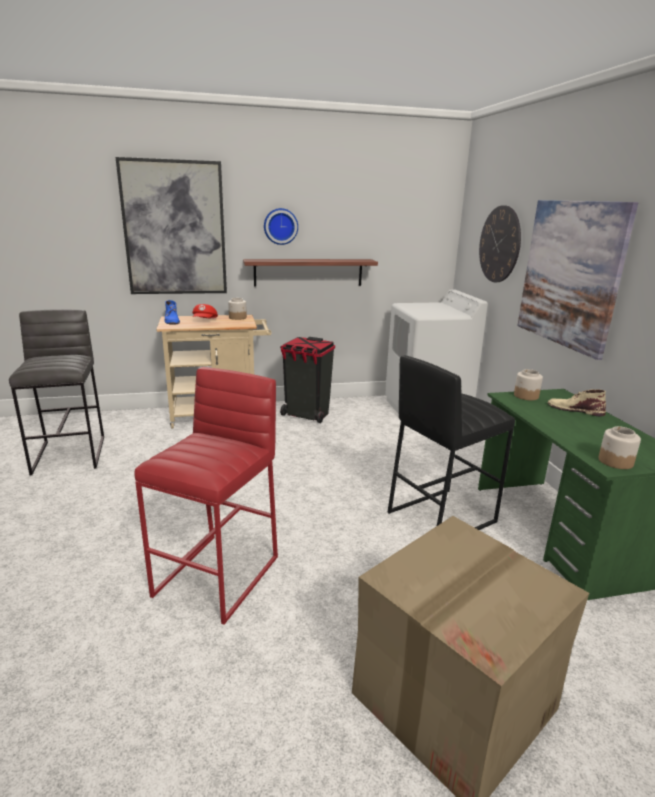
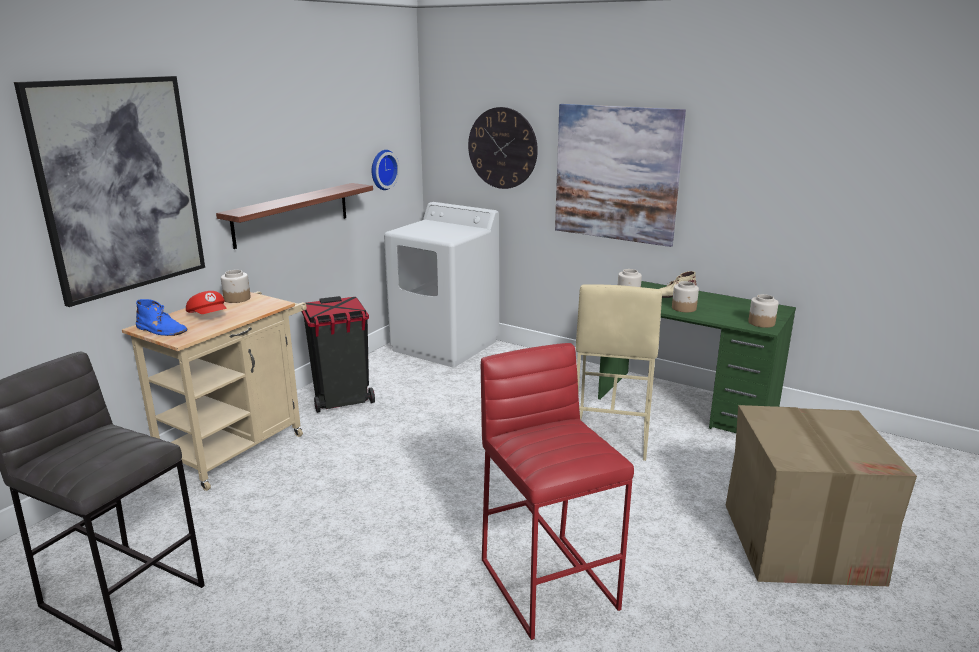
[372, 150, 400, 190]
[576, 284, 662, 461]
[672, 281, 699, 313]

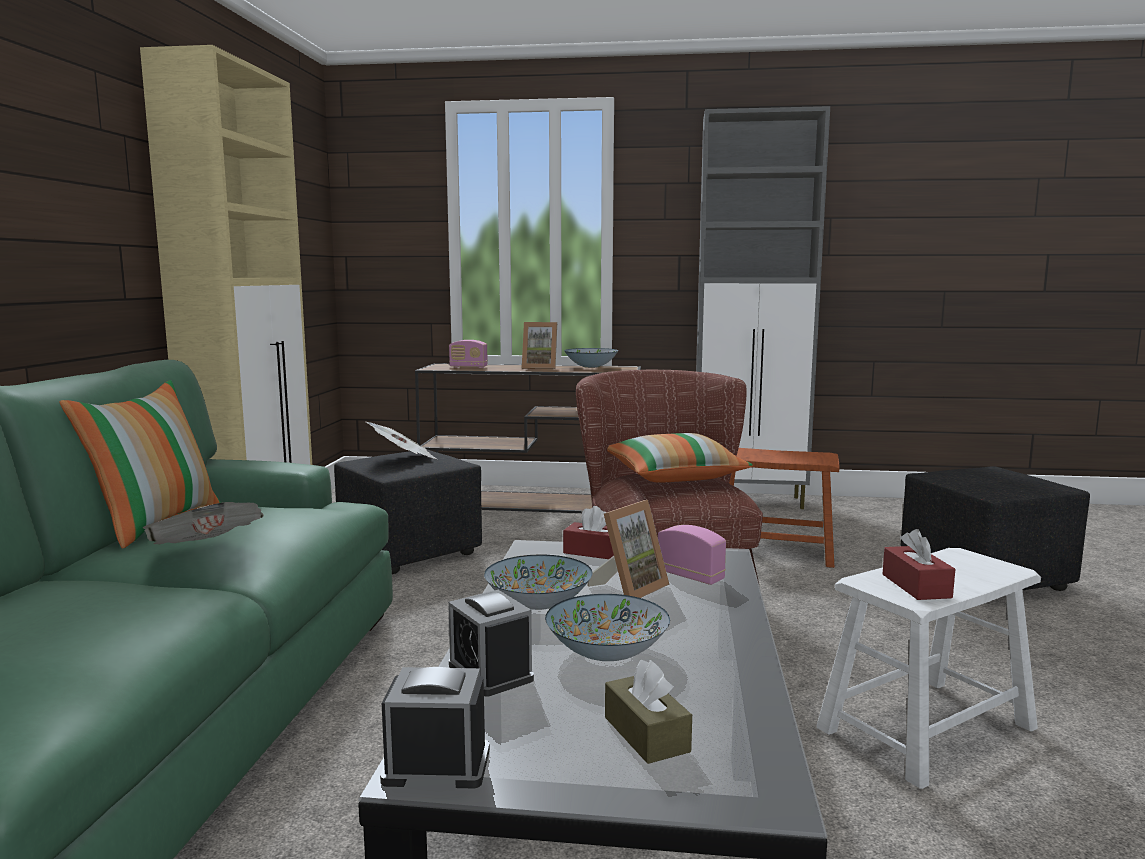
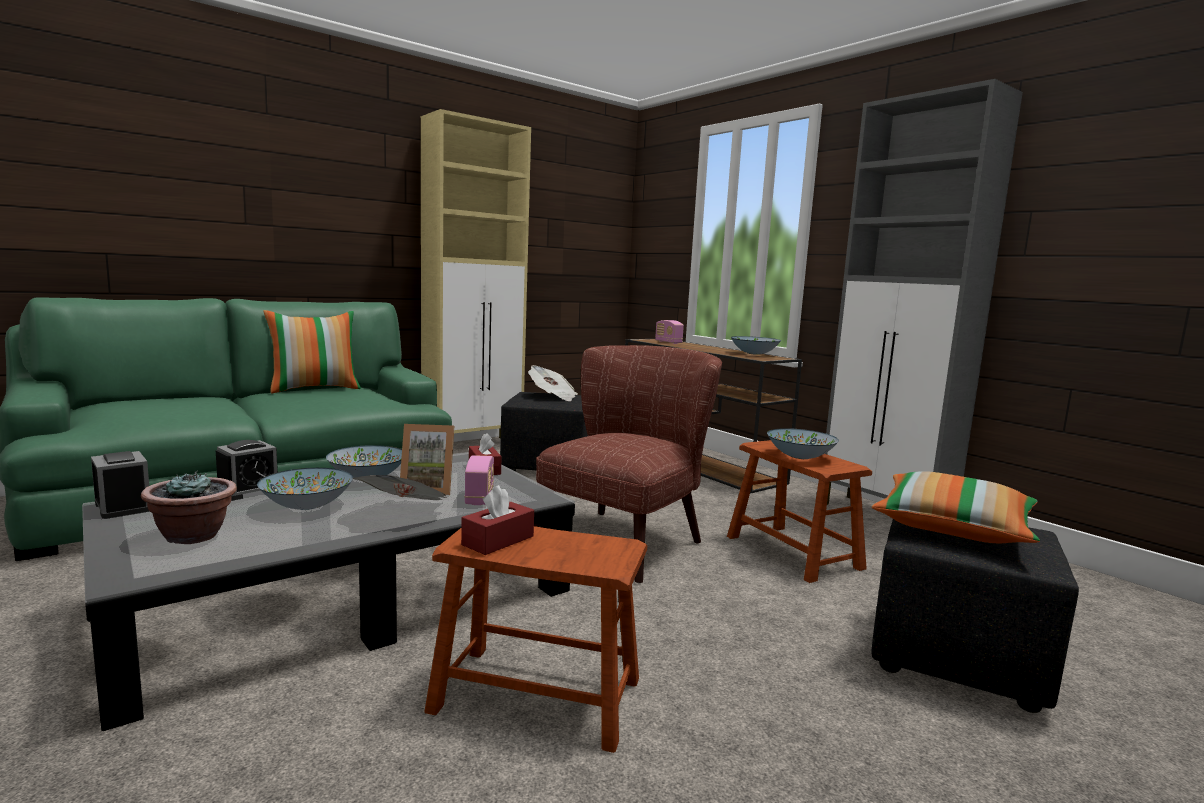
[141, 470, 237, 544]
[216, 440, 278, 501]
[353, 475, 446, 500]
[424, 526, 647, 753]
[767, 428, 839, 459]
[872, 471, 1040, 543]
[522, 322, 557, 369] (first image)

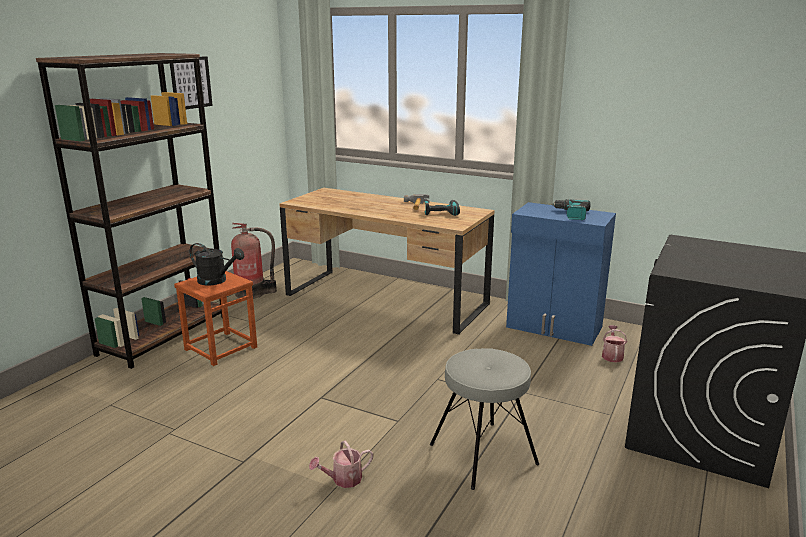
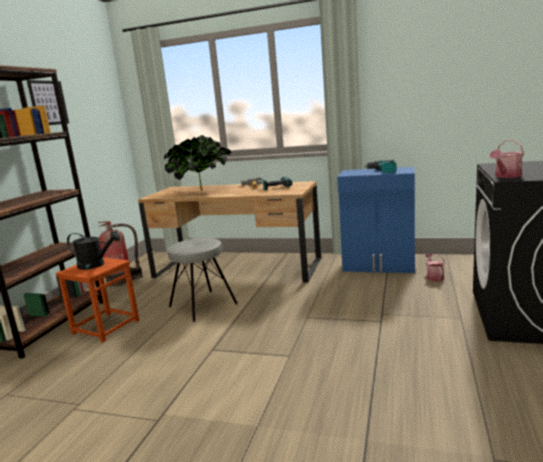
[164, 135, 232, 191]
[168, 238, 238, 322]
[490, 140, 524, 178]

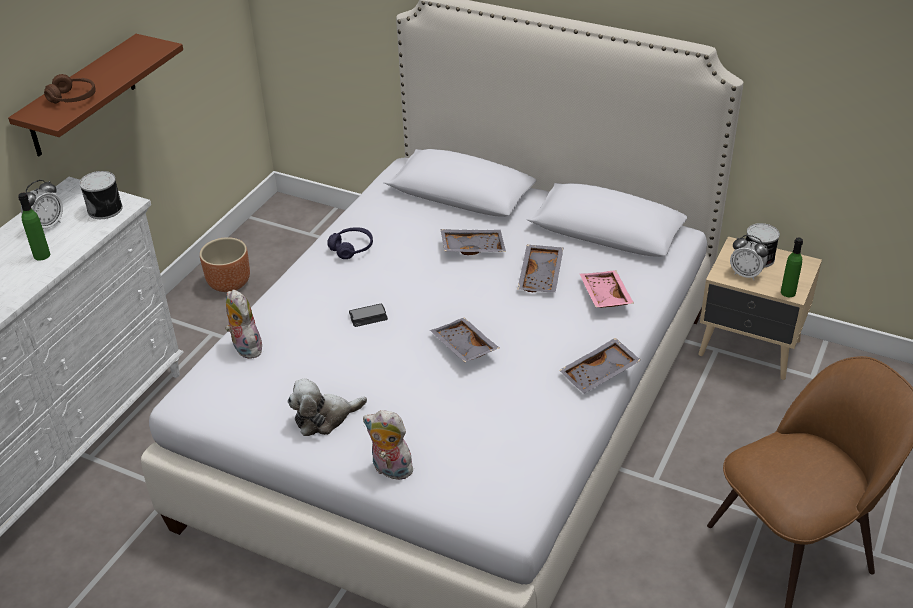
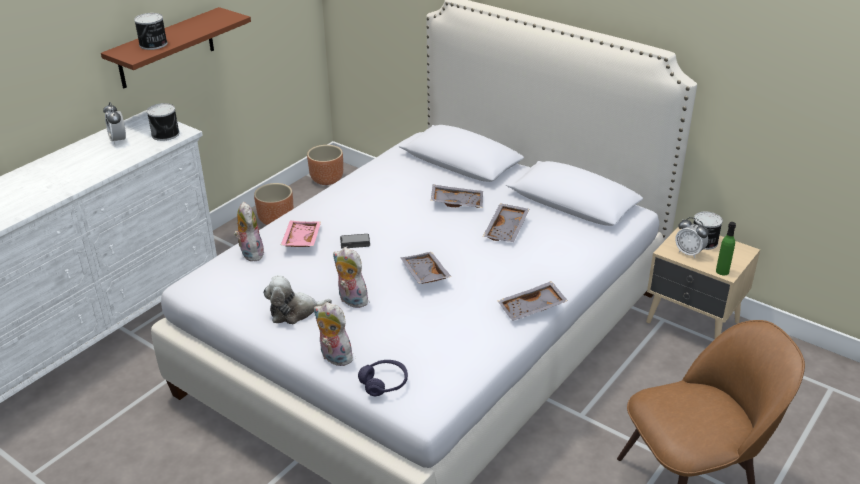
[103, 102, 126, 145]
[134, 13, 167, 50]
[281, 221, 321, 247]
[307, 145, 343, 185]
[333, 247, 369, 308]
[358, 360, 408, 396]
[18, 193, 50, 261] (first image)

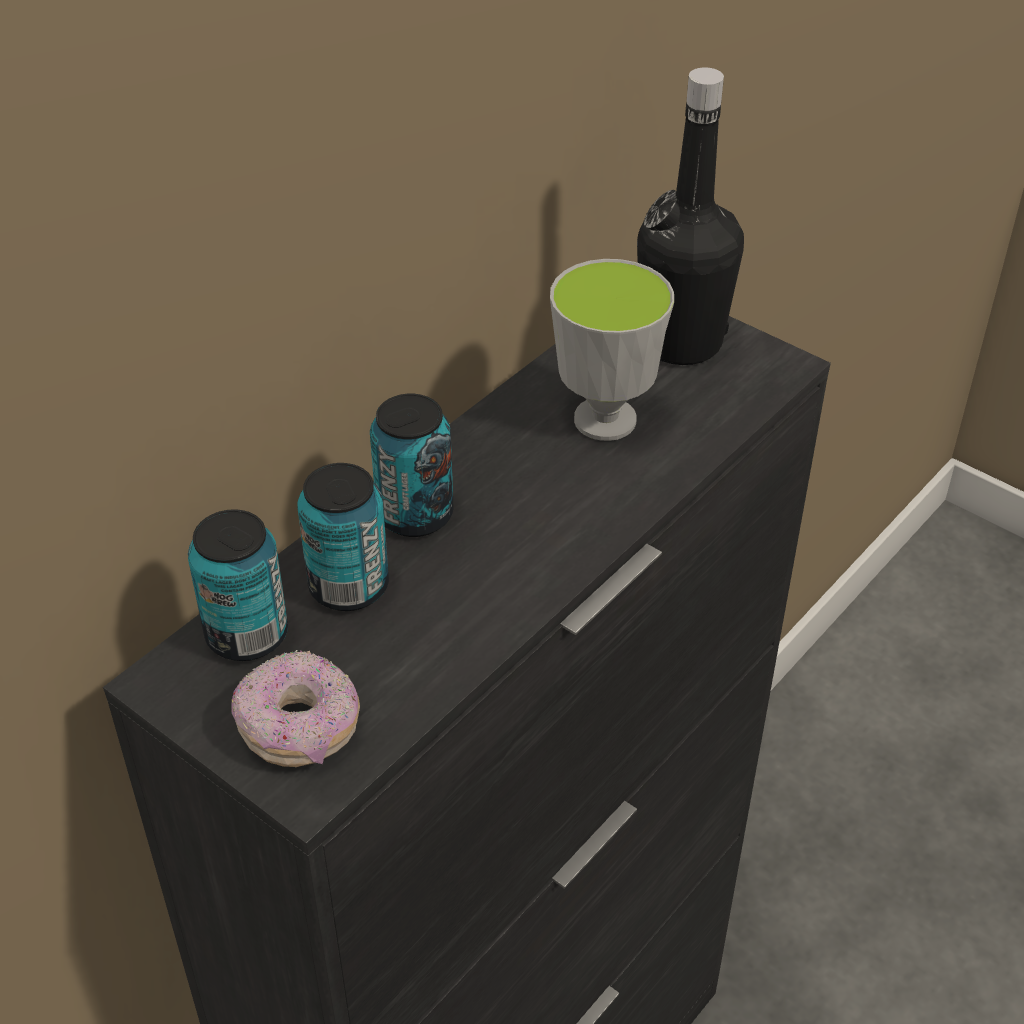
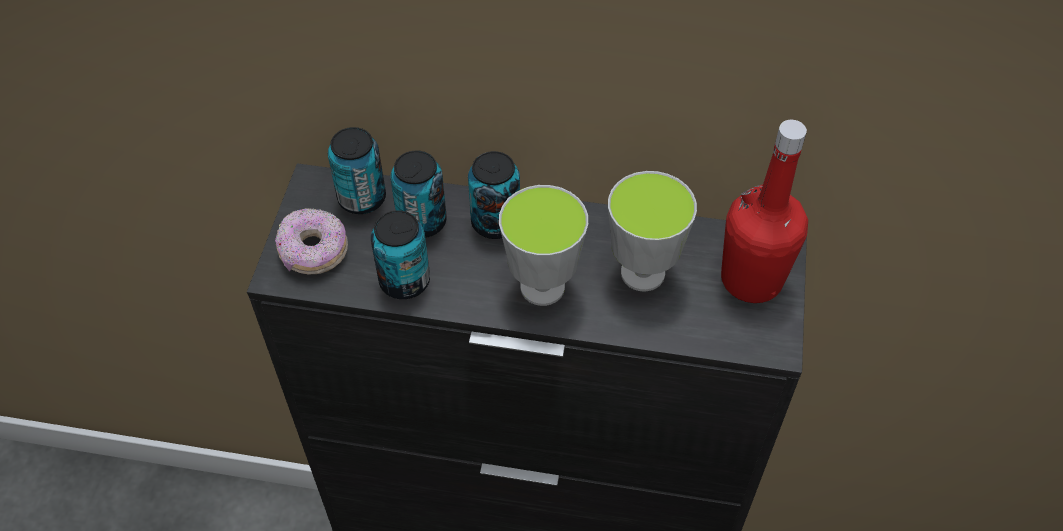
[371, 210, 430, 299]
[499, 185, 588, 306]
[721, 120, 808, 303]

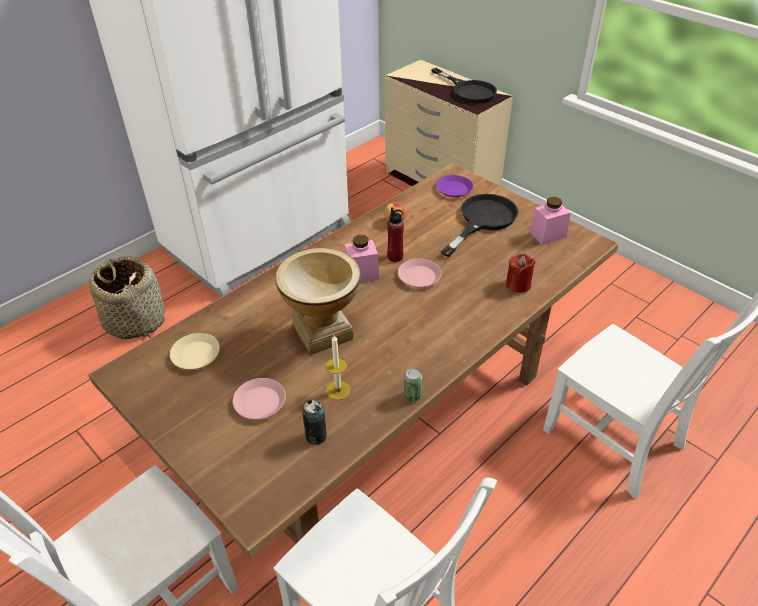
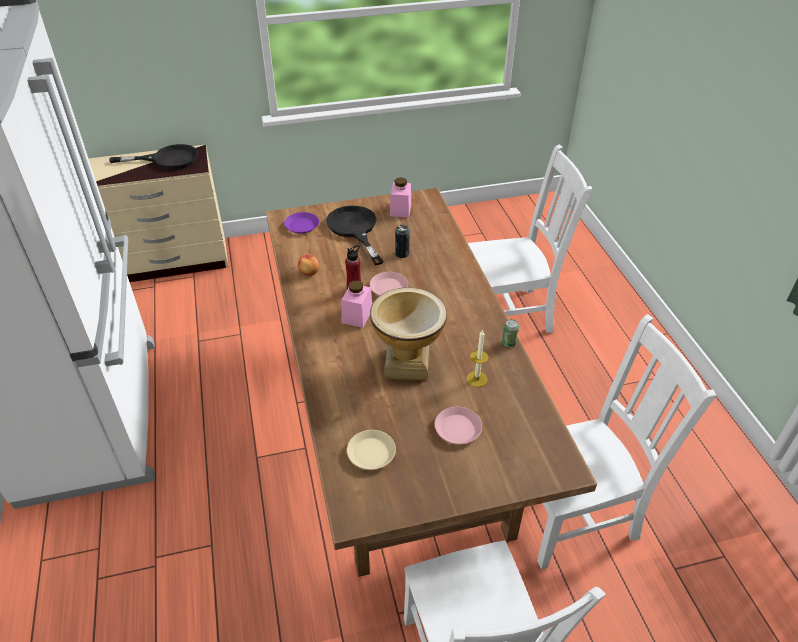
[395, 225, 410, 258]
[89, 256, 165, 339] (first image)
[506, 253, 535, 293] (first image)

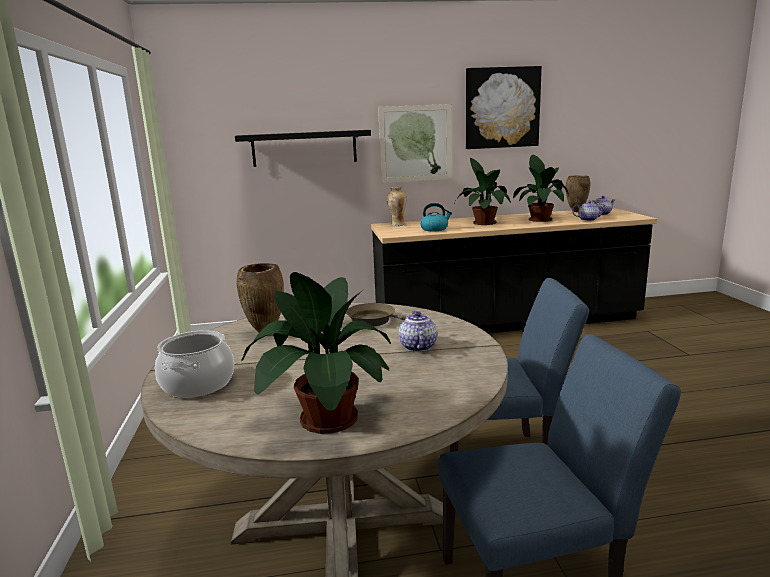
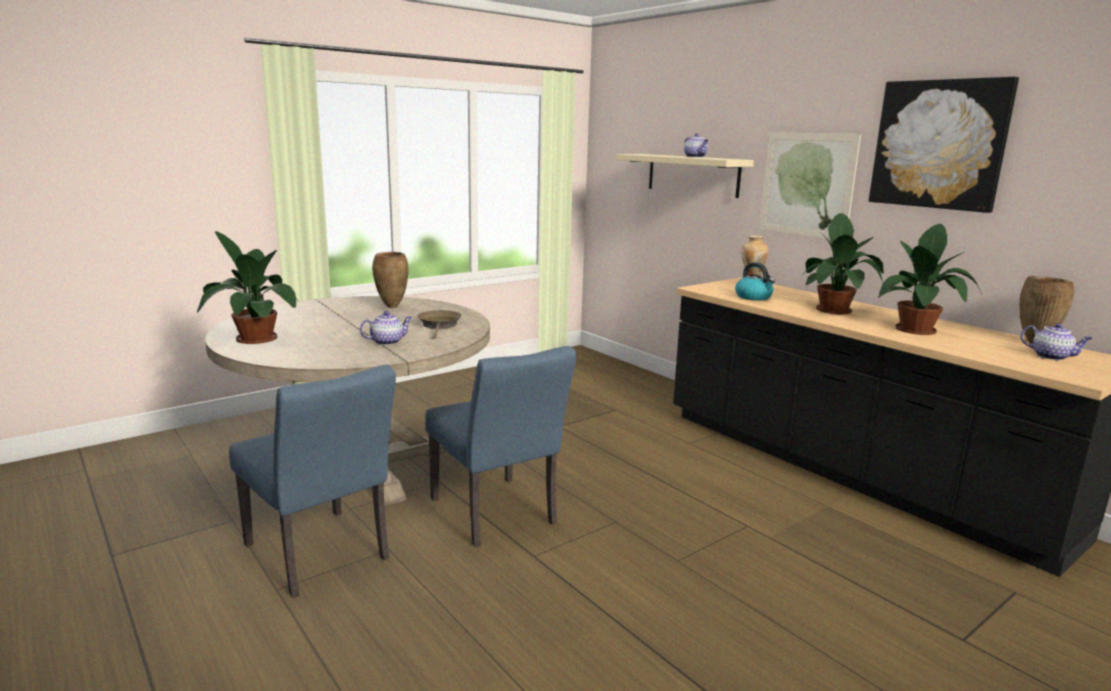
[616, 154, 754, 198]
[684, 133, 708, 158]
[155, 330, 234, 398] (first image)

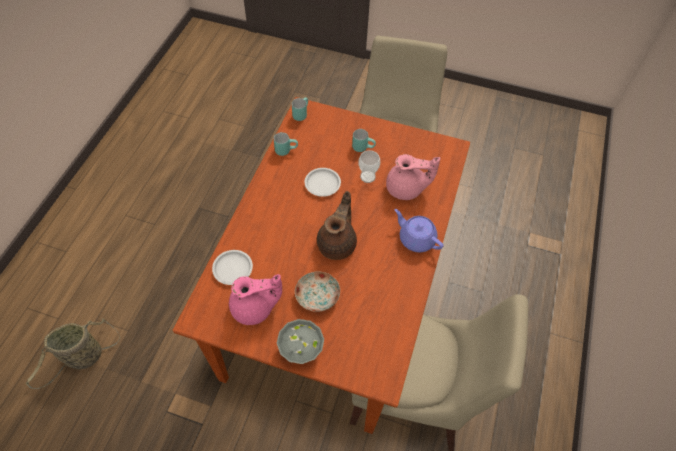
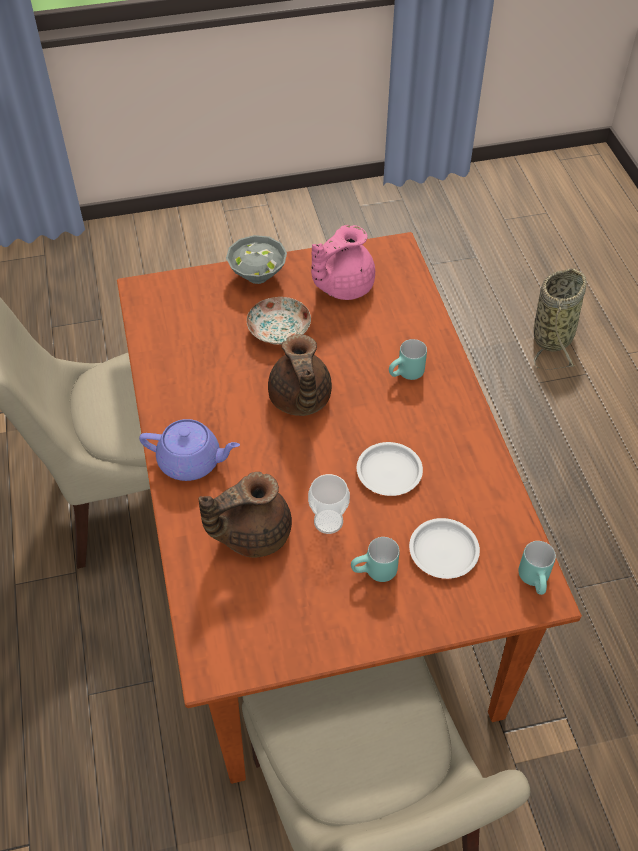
[198, 472, 292, 557]
[389, 339, 427, 380]
[409, 518, 480, 579]

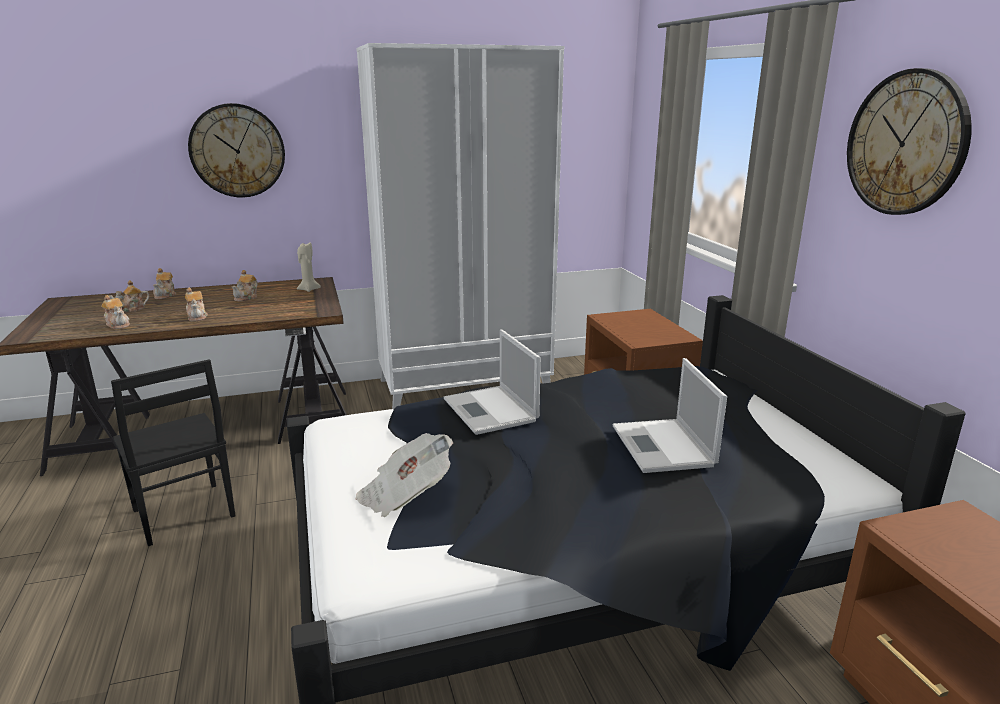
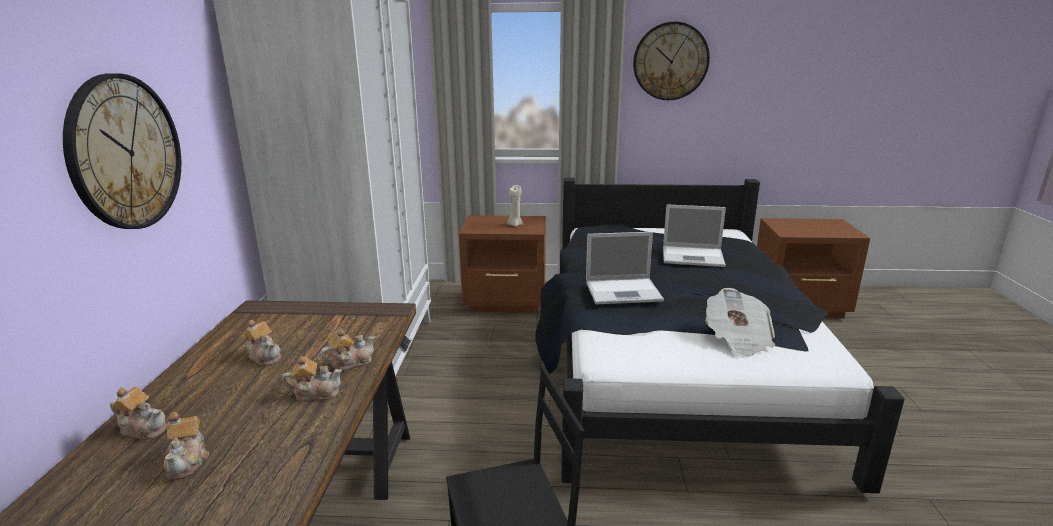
[321, 329, 375, 371]
[507, 185, 523, 227]

